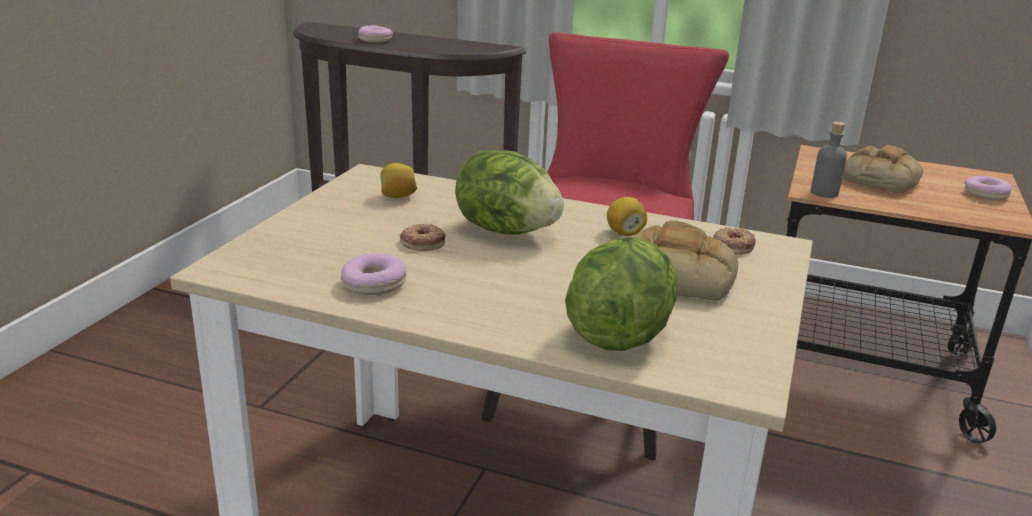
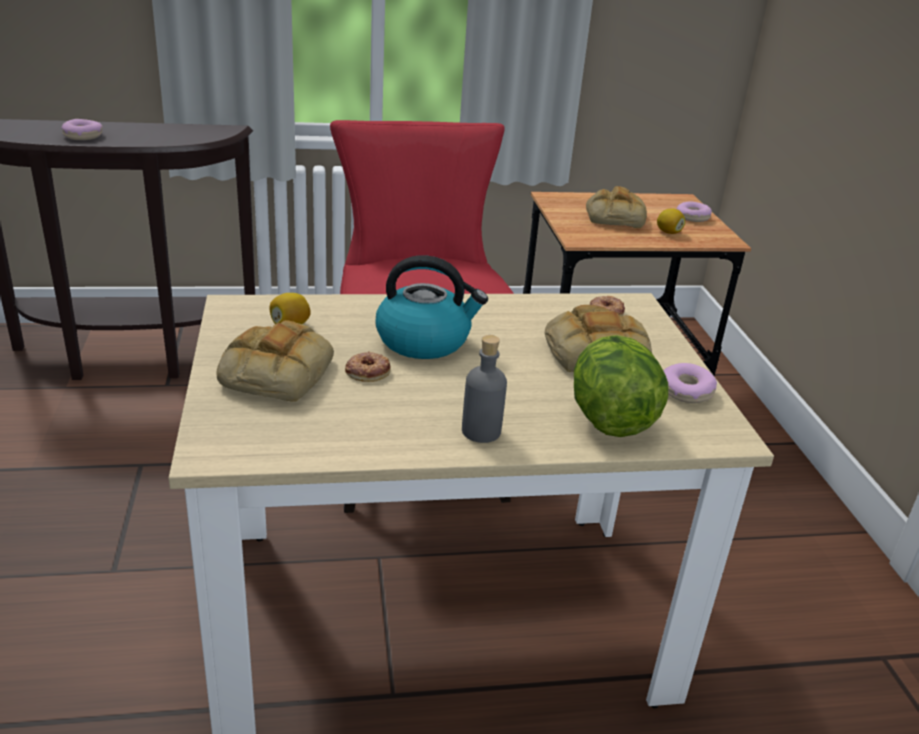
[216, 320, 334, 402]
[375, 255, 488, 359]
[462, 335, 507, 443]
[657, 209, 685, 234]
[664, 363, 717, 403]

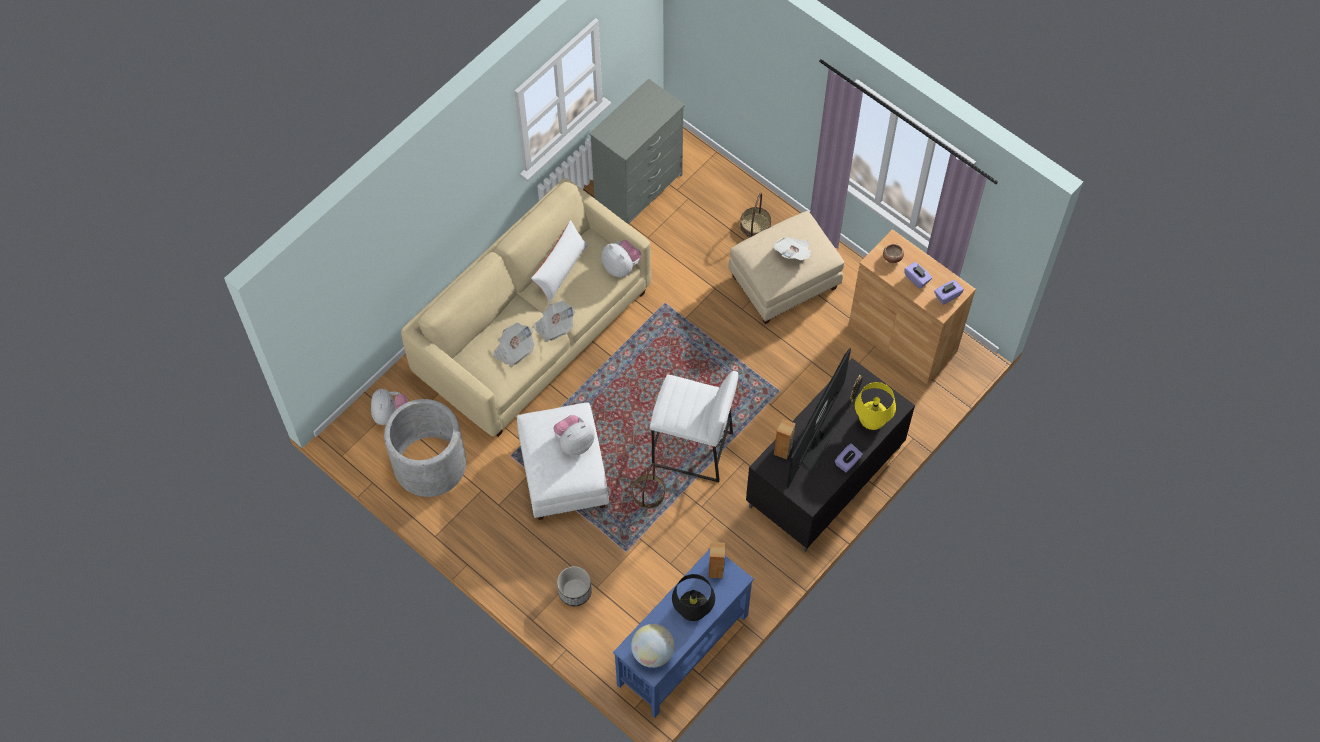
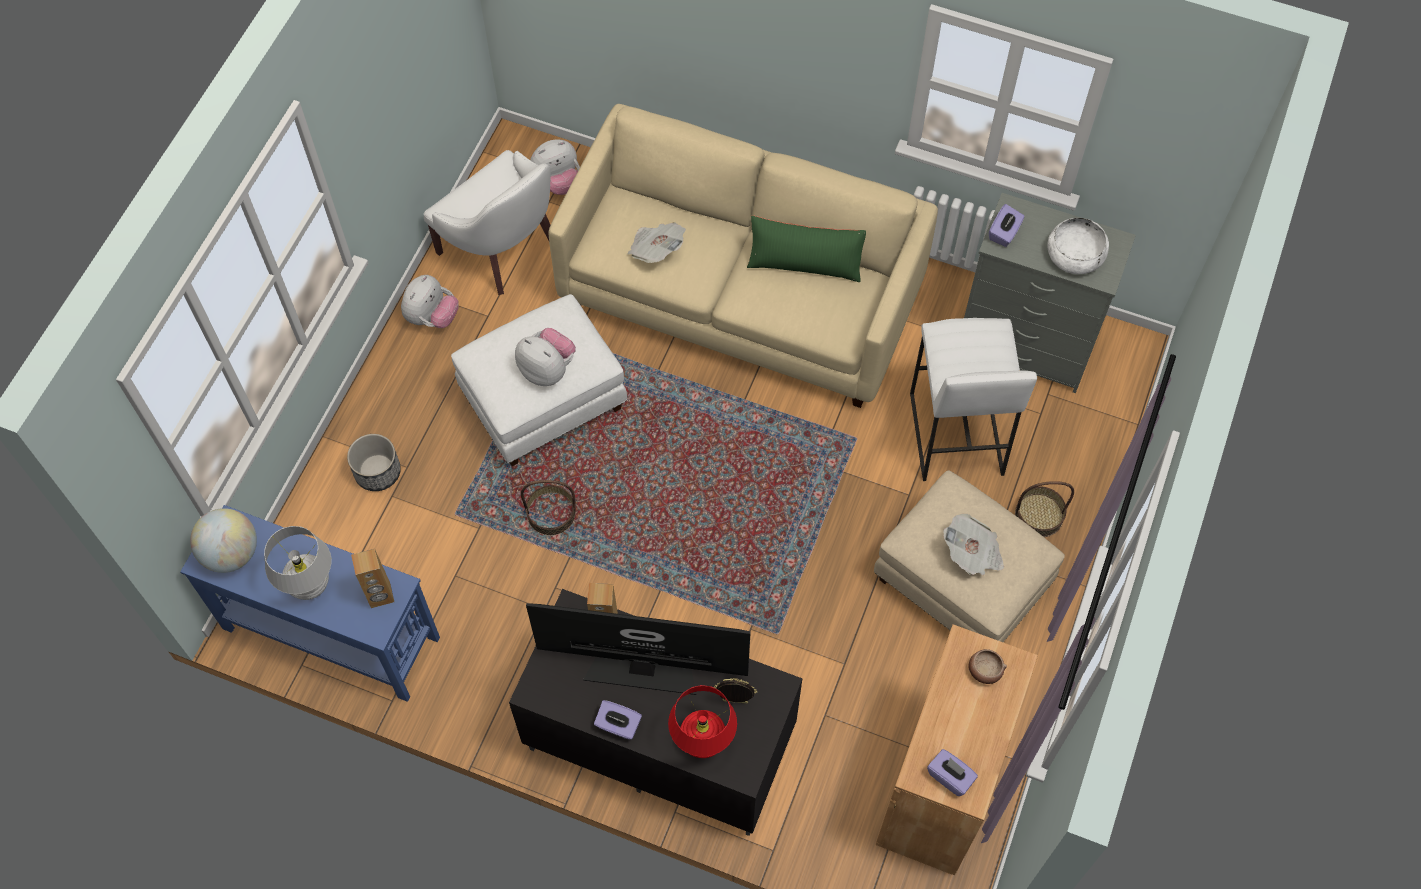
[264, 526, 331, 600]
[401, 275, 459, 328]
[424, 150, 551, 295]
[668, 685, 737, 758]
[747, 215, 866, 282]
[910, 318, 1037, 481]
[989, 204, 1025, 247]
[1047, 218, 1109, 274]
[533, 301, 575, 342] (first image)

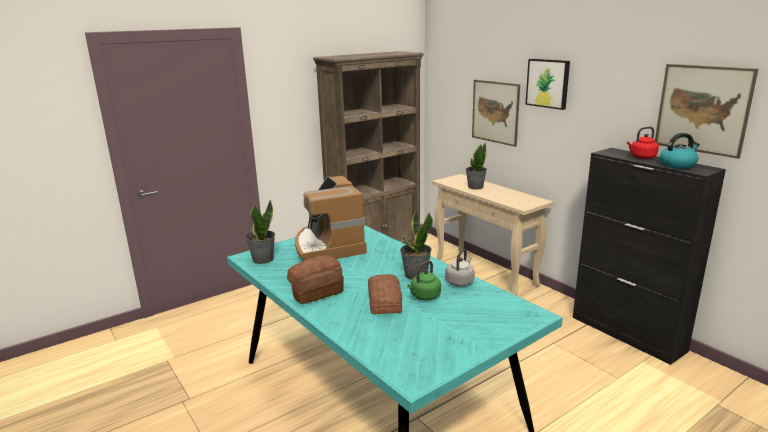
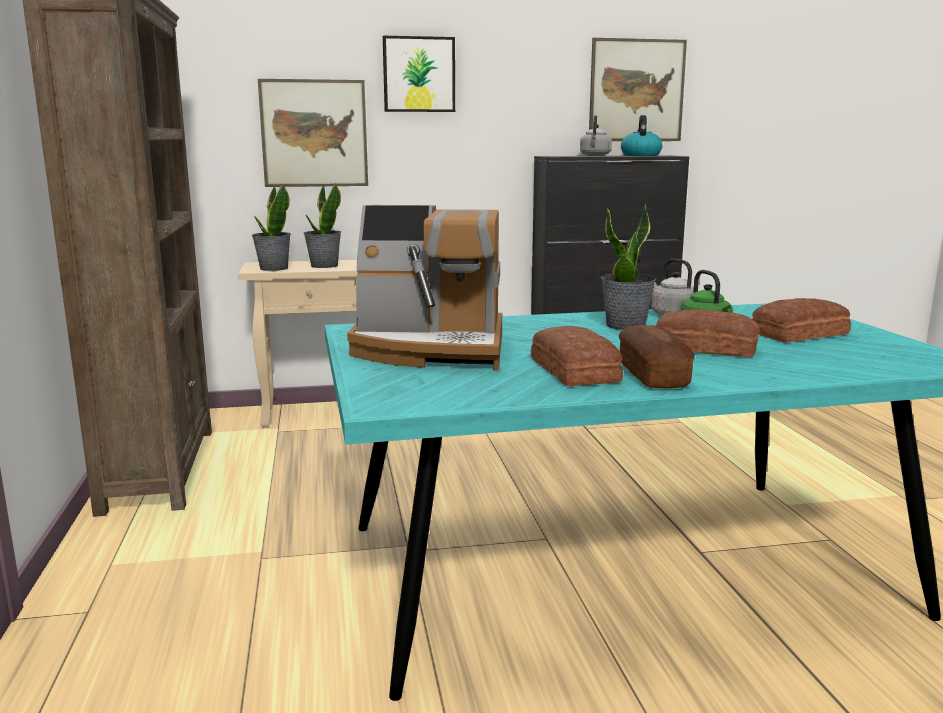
[252, 184, 291, 271]
[580, 115, 612, 156]
[752, 298, 851, 342]

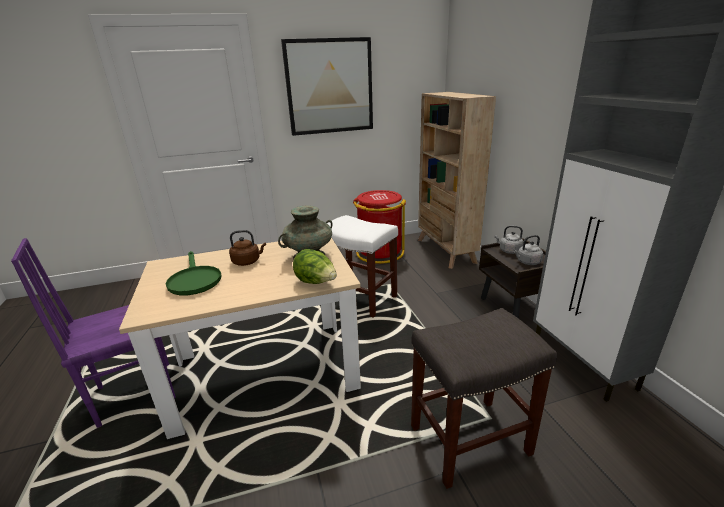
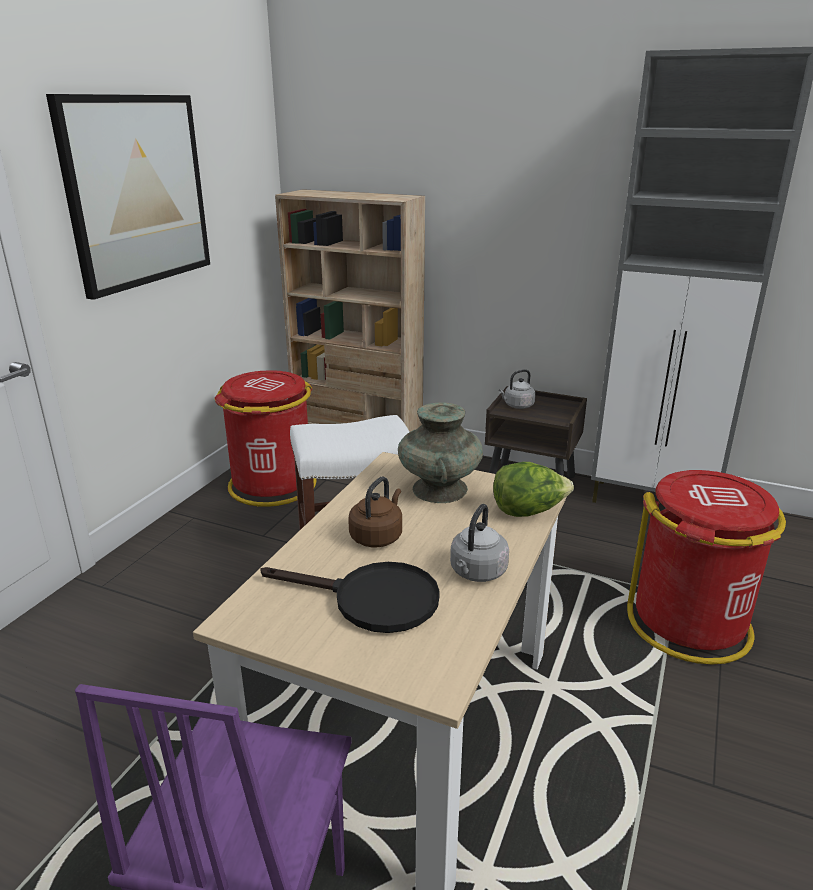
[260, 562, 440, 633]
[450, 504, 509, 582]
[627, 470, 786, 665]

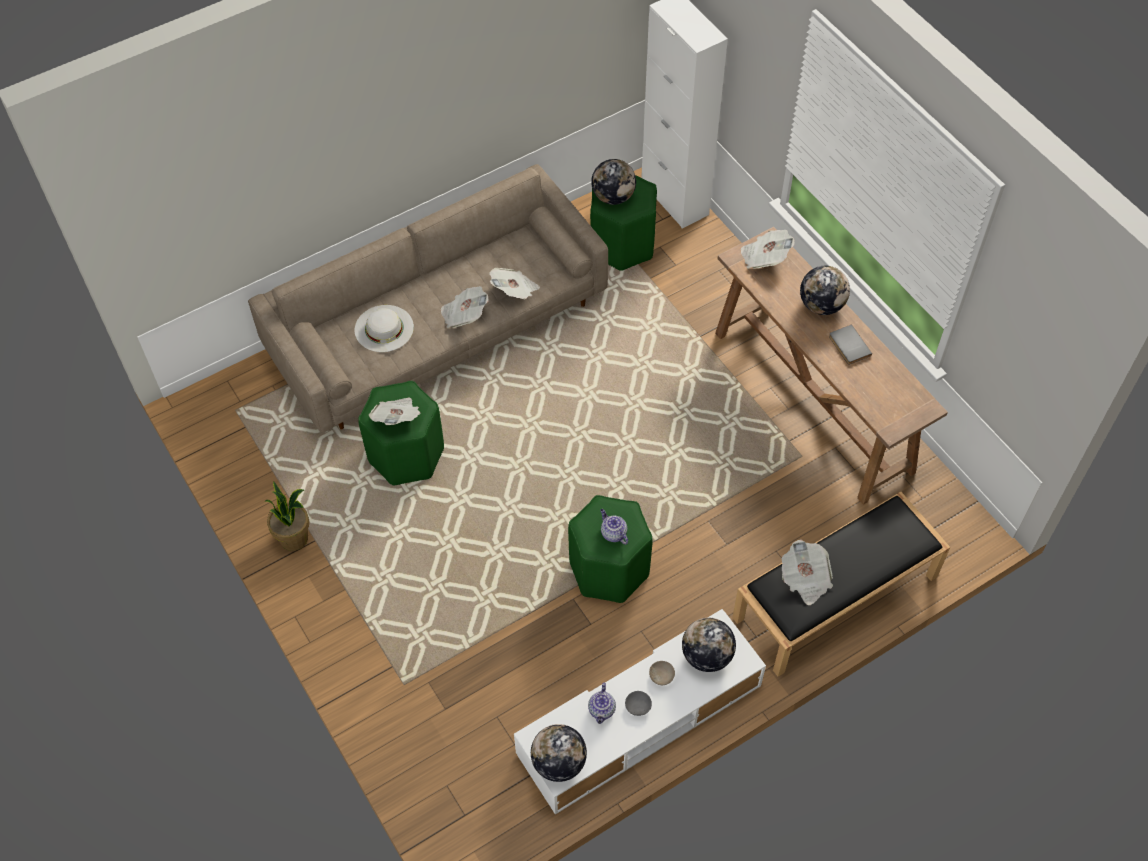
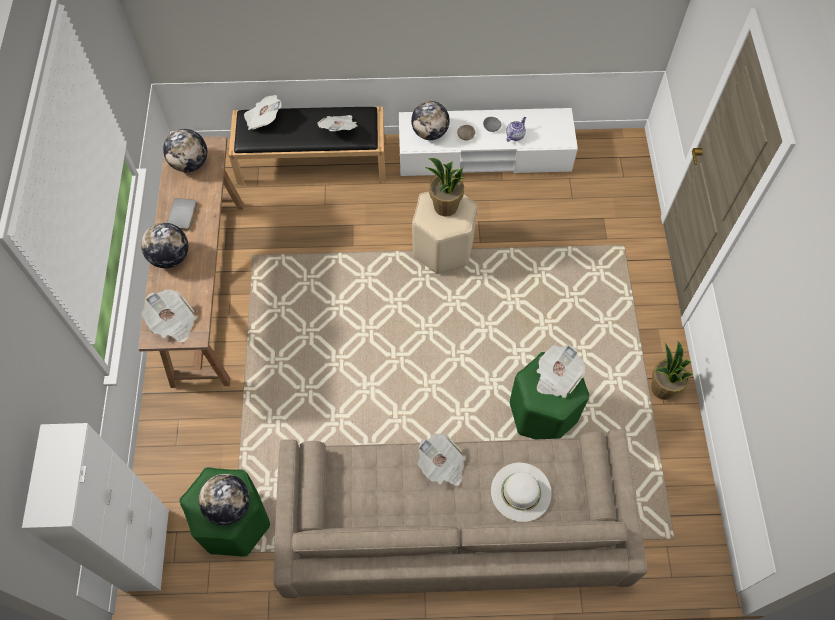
[163, 129, 207, 172]
[244, 95, 282, 130]
[412, 192, 477, 274]
[425, 158, 466, 217]

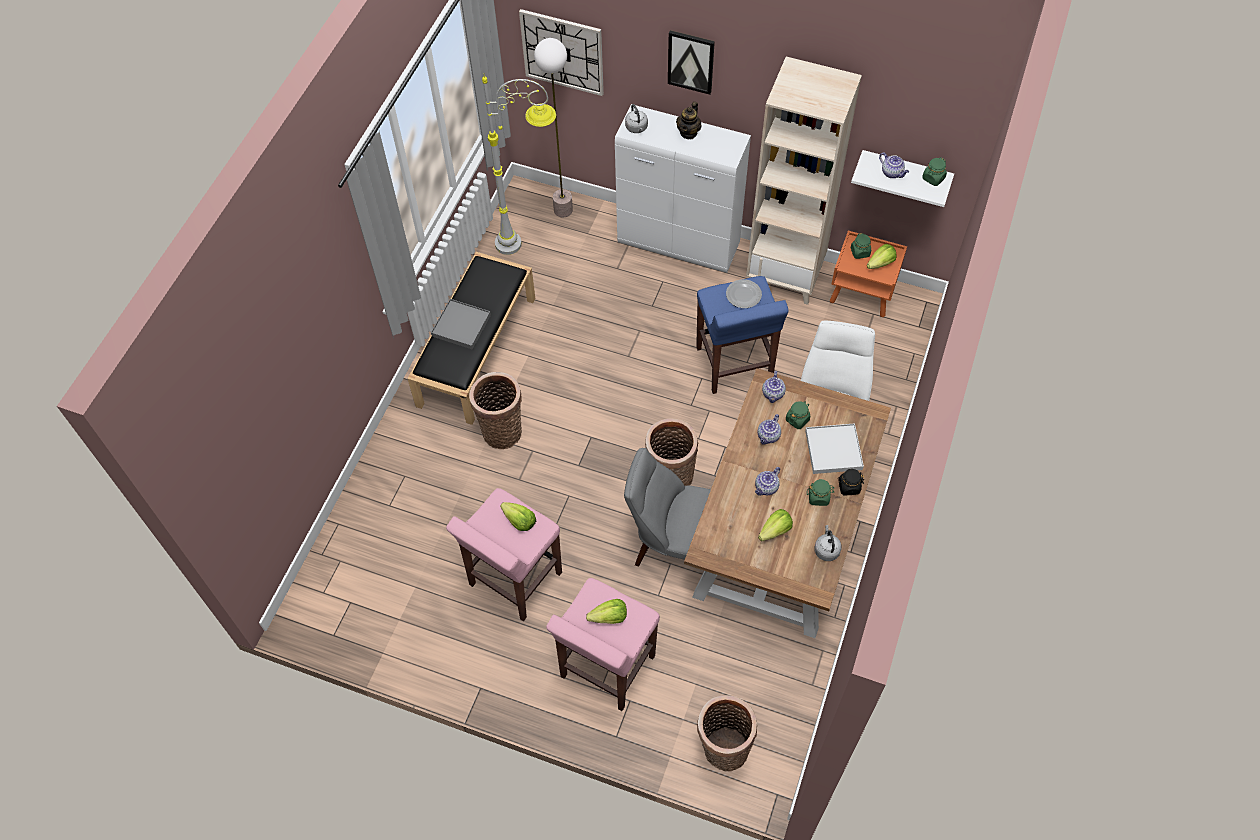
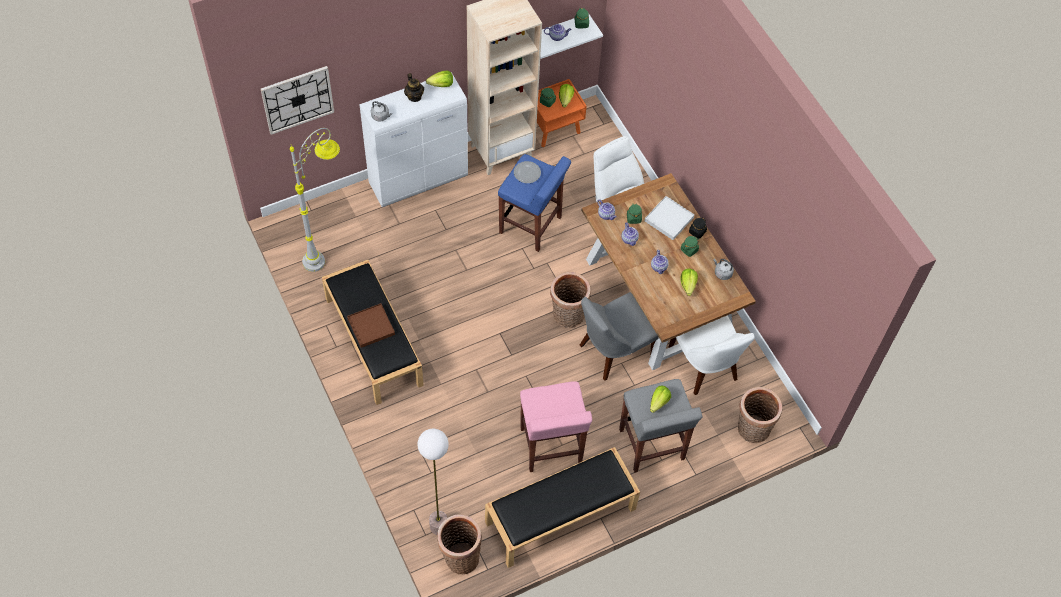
[347, 303, 395, 348]
[417, 429, 449, 535]
[426, 71, 453, 87]
[437, 514, 482, 574]
[485, 447, 640, 568]
[619, 379, 702, 473]
[669, 315, 755, 395]
[668, 30, 715, 95] (first image)

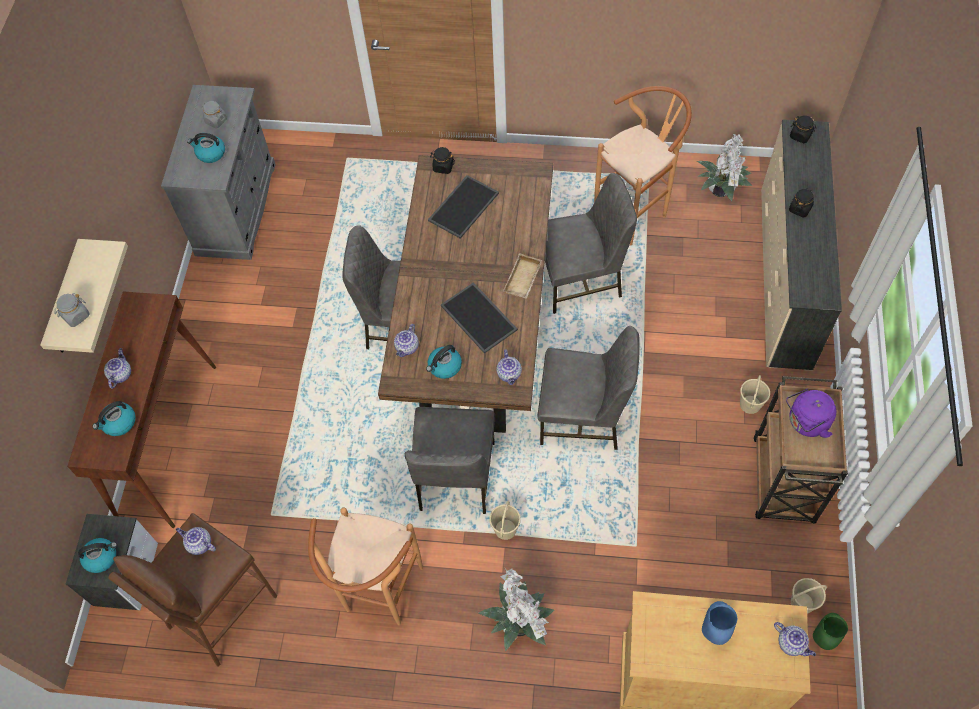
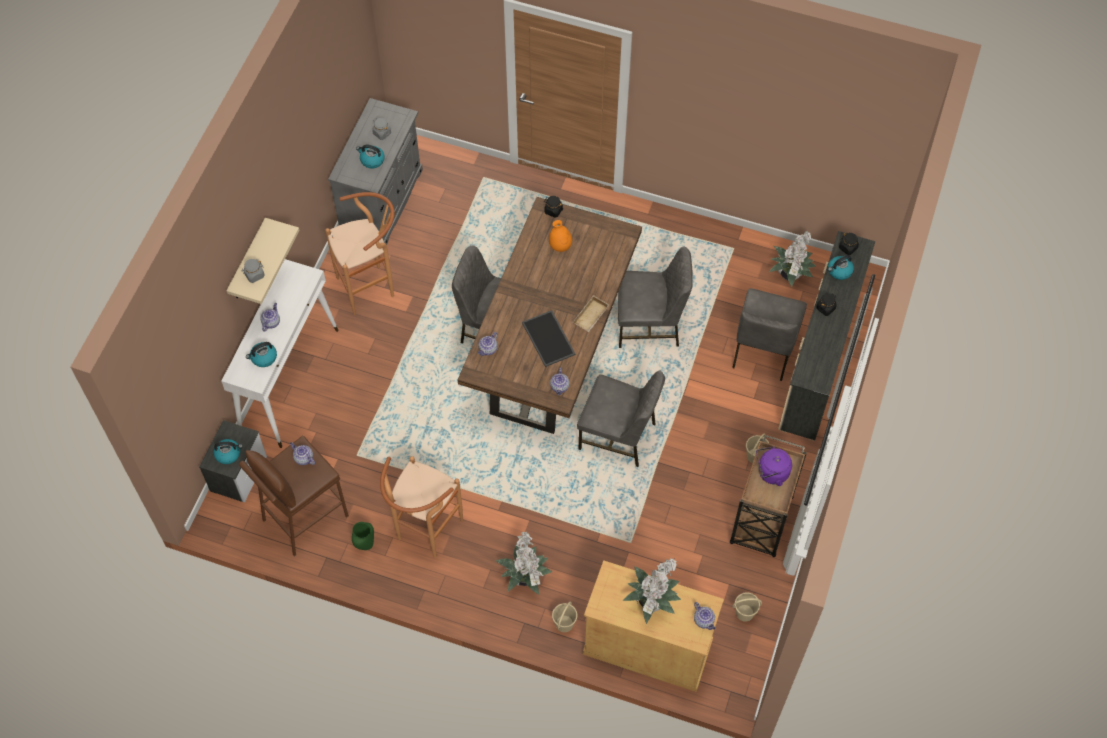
[221, 259, 338, 448]
[325, 192, 395, 315]
[352, 522, 374, 550]
[549, 220, 572, 252]
[552, 602, 577, 632]
[622, 558, 681, 624]
[732, 288, 807, 381]
[828, 255, 854, 280]

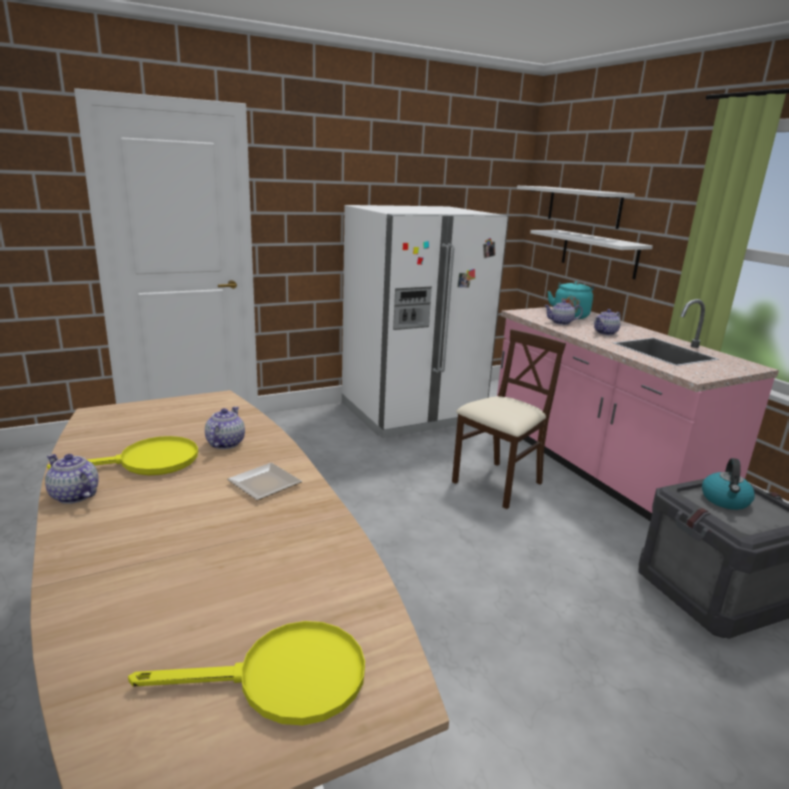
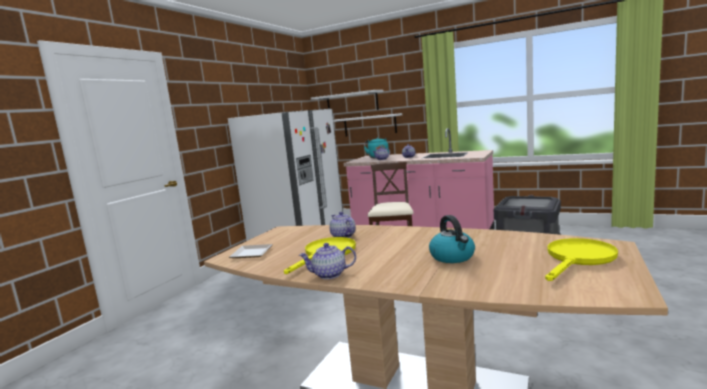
[229, 244, 273, 258]
[429, 215, 475, 263]

